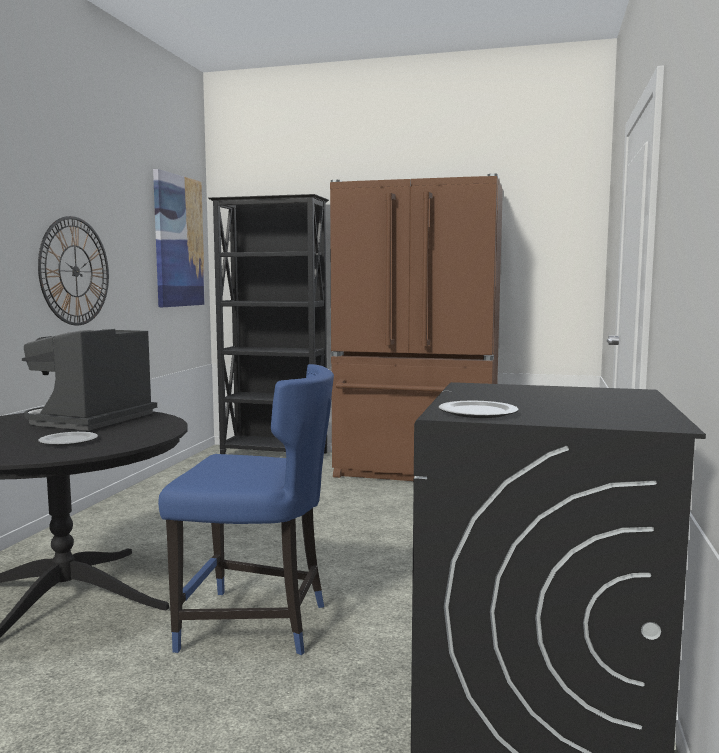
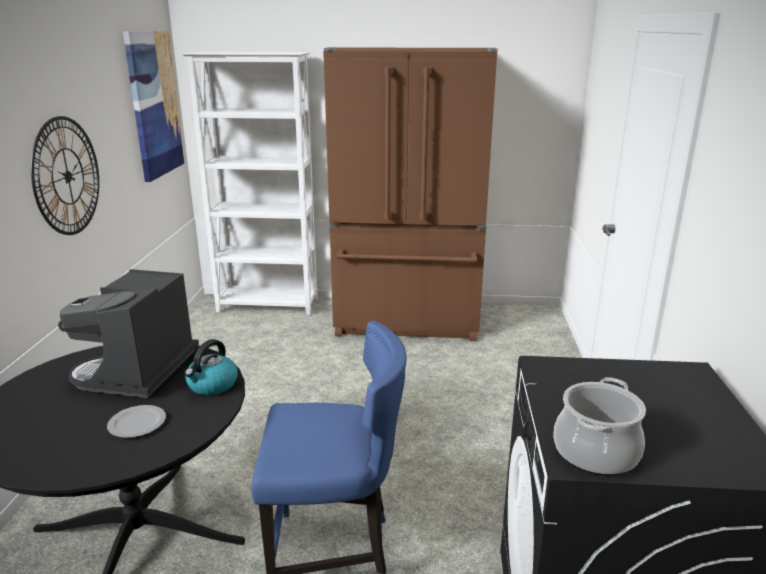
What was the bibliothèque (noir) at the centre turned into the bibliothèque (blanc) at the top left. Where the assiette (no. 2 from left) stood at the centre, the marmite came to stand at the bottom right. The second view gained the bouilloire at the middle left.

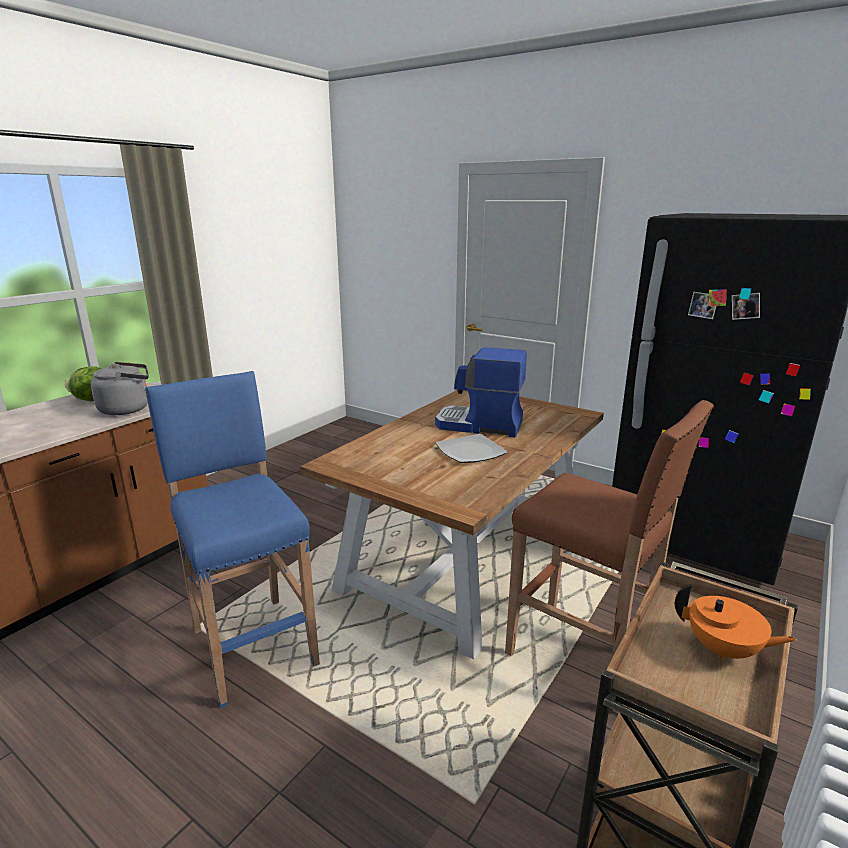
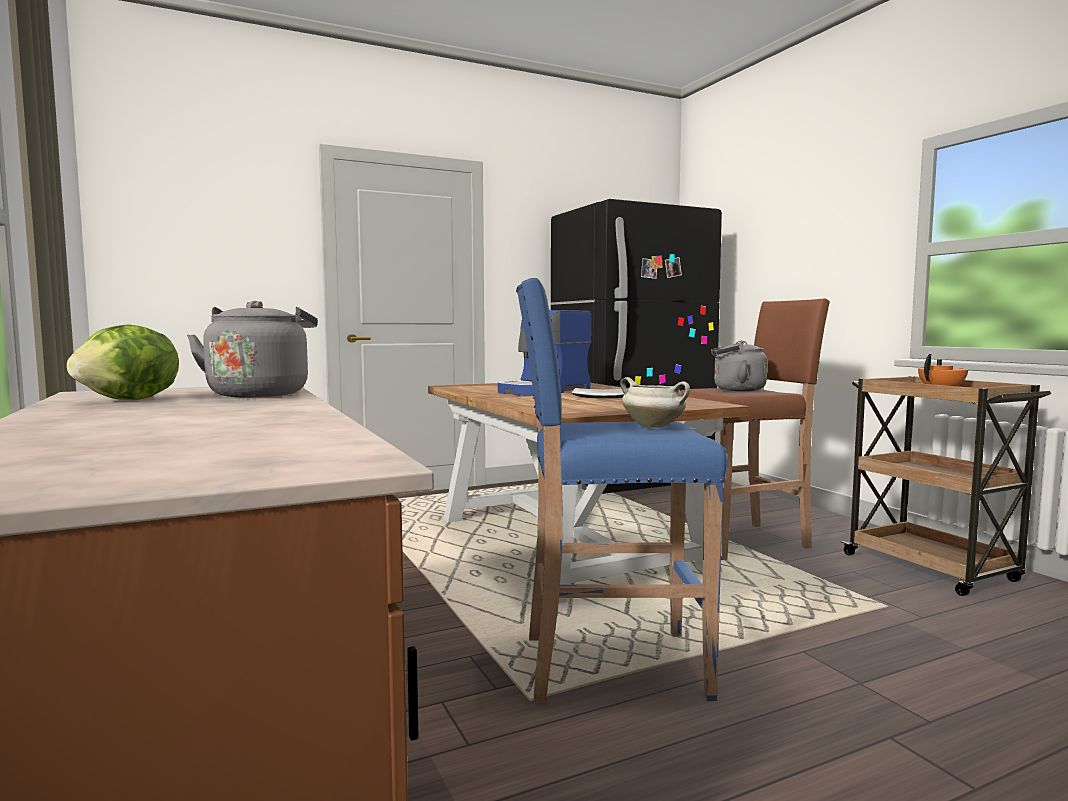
The second view gained the marmite (blanc) at the centre. The second view gained the bouilloire (gris) (no. 2 from left) at the middle right.

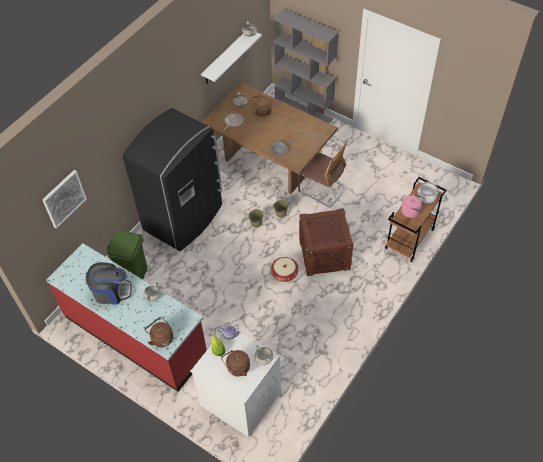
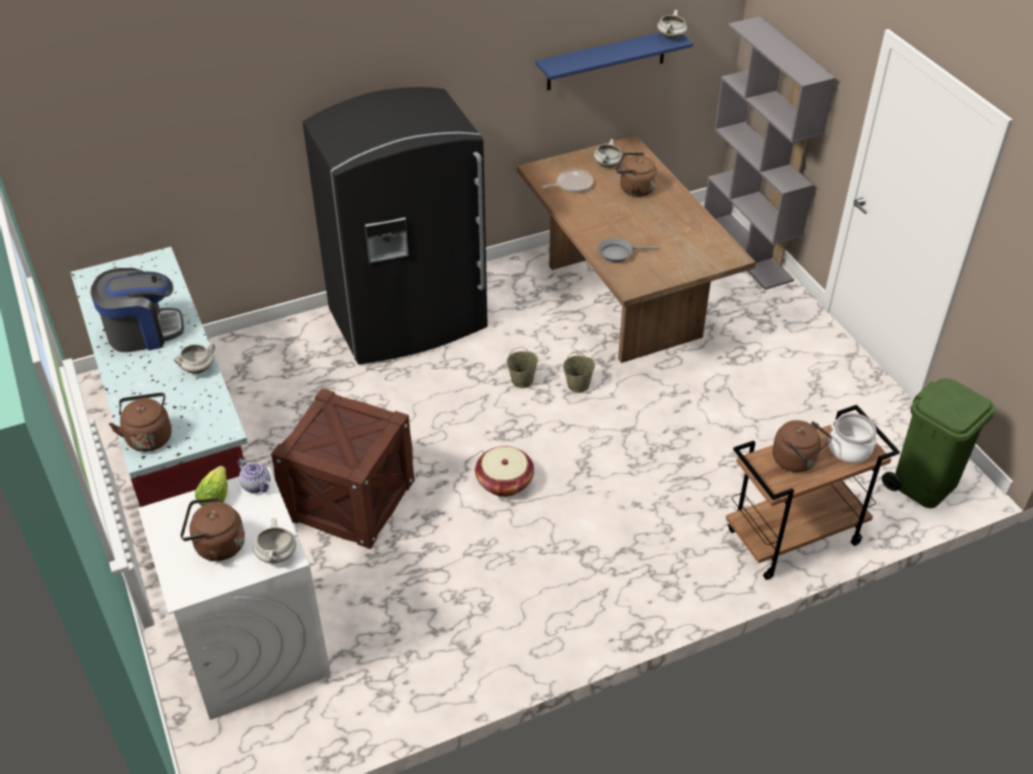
The second view lost the tableau at the middle left. The machine à café at the middle left ended up facing another way, 45 degrees counterclockwise from before. The poubelle (vert) ended up elsewhere, having gone from the middle left to the middle right. What was the étagère (blanc) at the top centre turned into the étagère (bleu) at the top centre. The second view lost the chaise at the centre. The caisse ended up elsewhere, having gone from the centre to the middle left. What was the bouilloire (rose) at the middle right turned into the bouilloire (marron) (no. 4 from left) at the middle right.

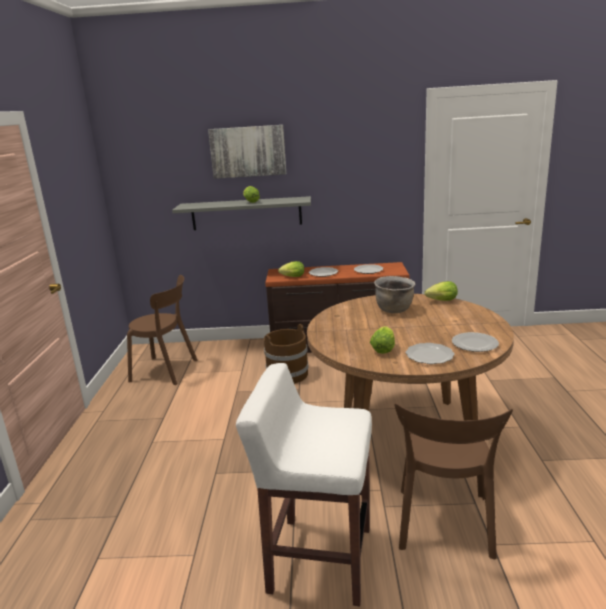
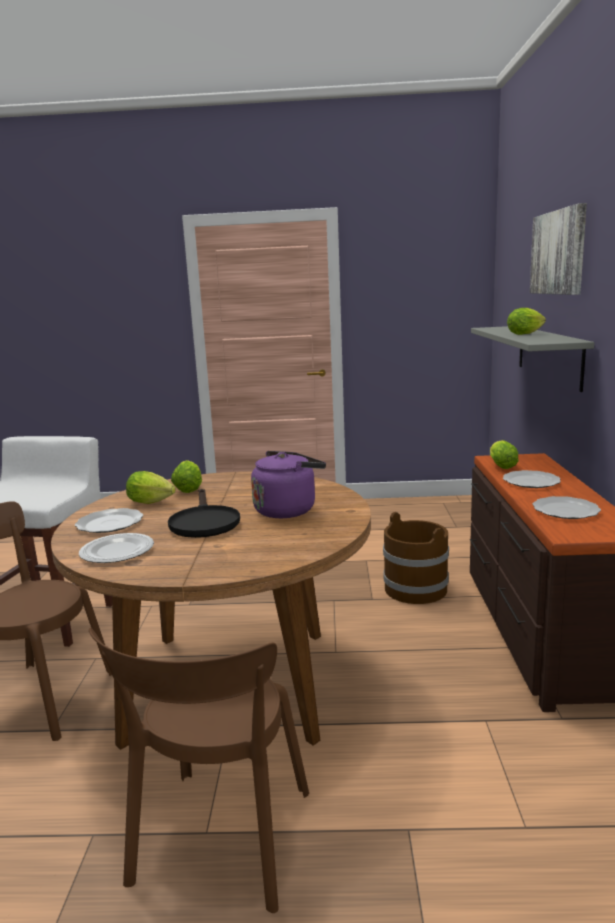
The chaise (marron) (no. 1 from left in the first image) ended up elsewhere, having gone from the middle left to the bottom left. Where the marmite (marron) stood at the centre, the bouilloire (violet) came to stand at the centre. The laitue (no. 4 from left in the first image) ended up elsewhere, having gone from the middle right to the middle left. The second view gained the poêle (noir) at the middle left.

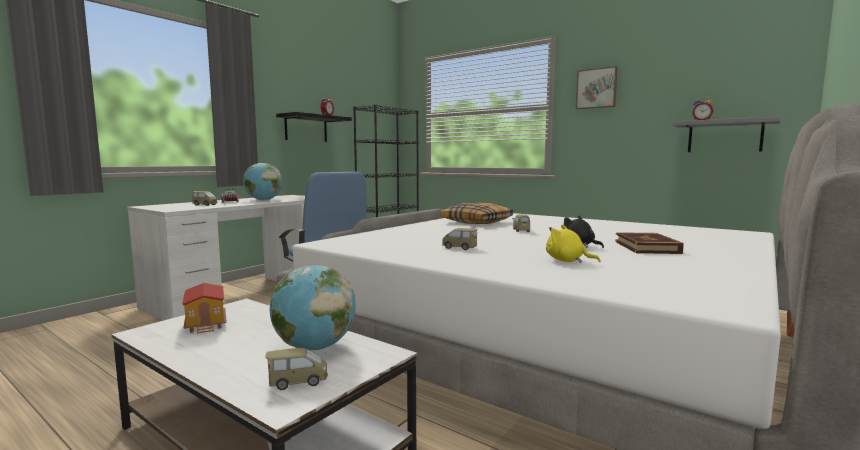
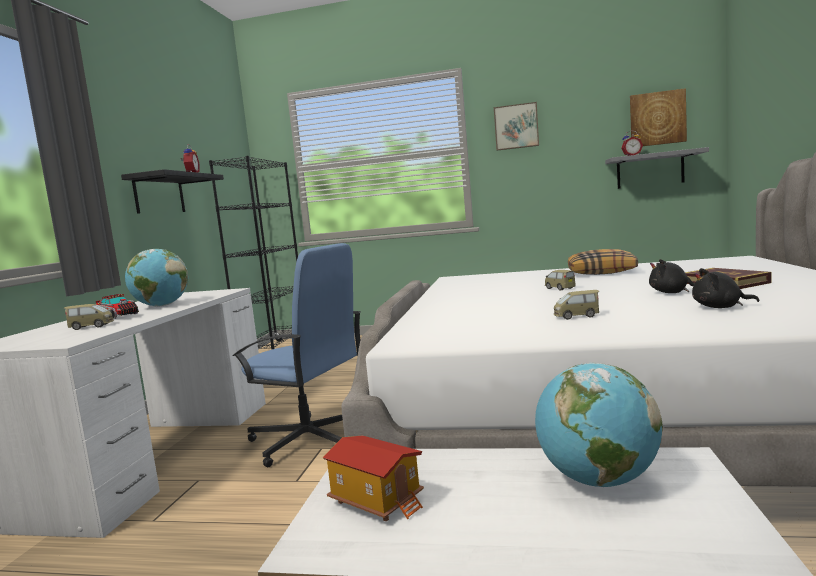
The second view lost the petite voiture (no. 2 from left) at the bottom centre. The coussin ended up elsewhere, having gone from the centre to the middle right. What was the peluche (jaune) at the centre turned into the peluche (noir) (no. 2 from left) at the middle right. The second view gained the tableau (no. 2 from left) at the top right.

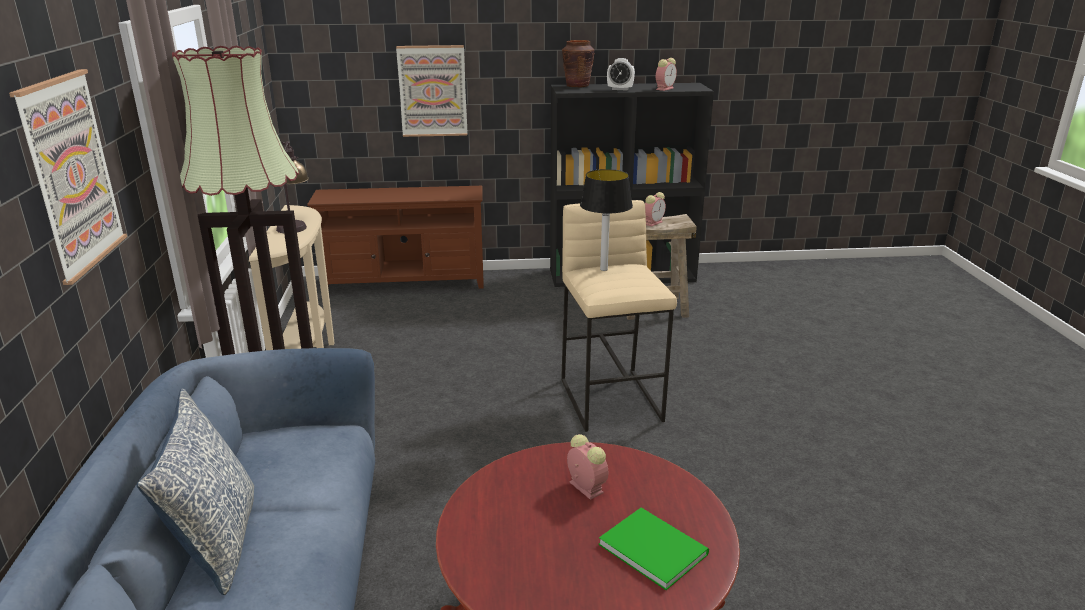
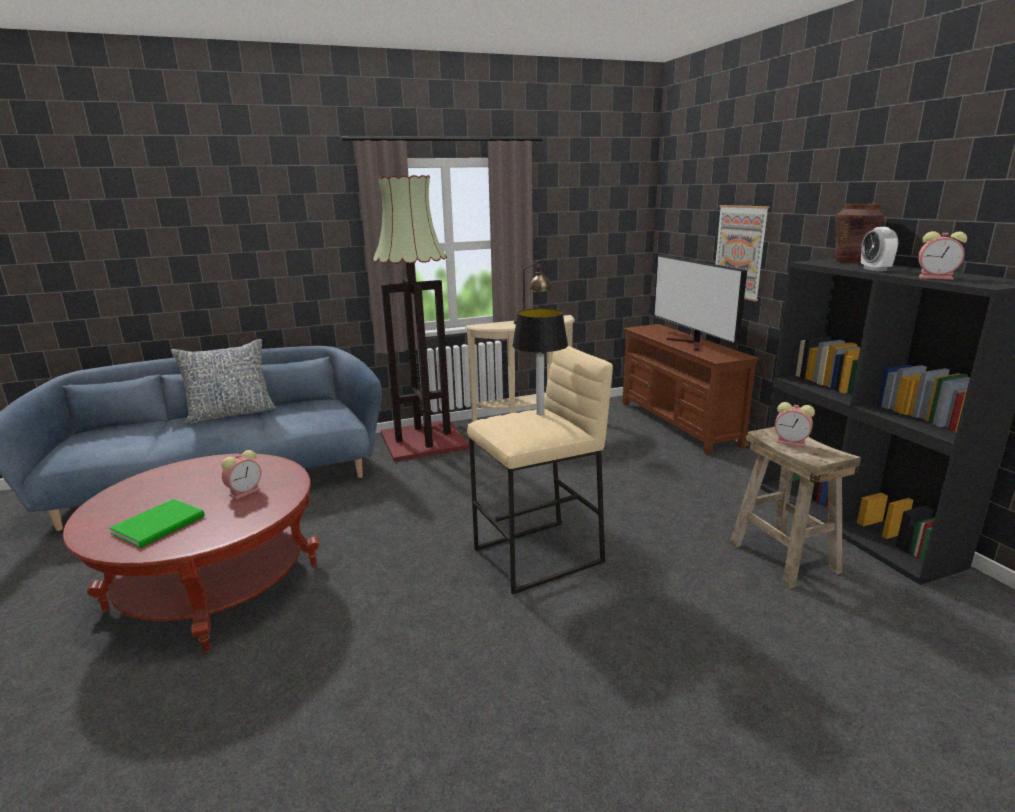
The second view lost the tableau (no. 1 from left) at the top left. The second view gained the téléviseur at the middle right.

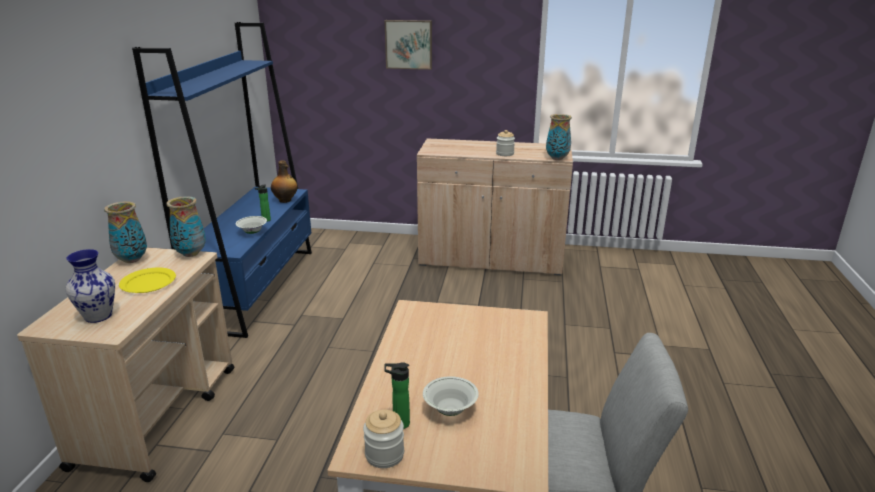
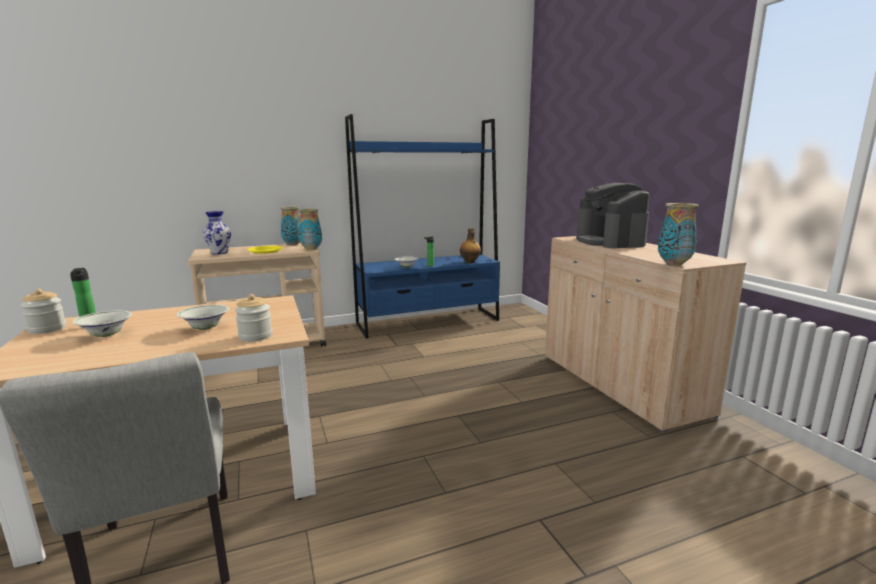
The second view lost the tableau at the top centre. The bocal (no. 2 from left) ended up elsewhere, having gone from the top centre to the middle left. The second view gained the bol (blanc) (no. 2 from left) at the middle left. The second view gained the machine à café at the middle right.

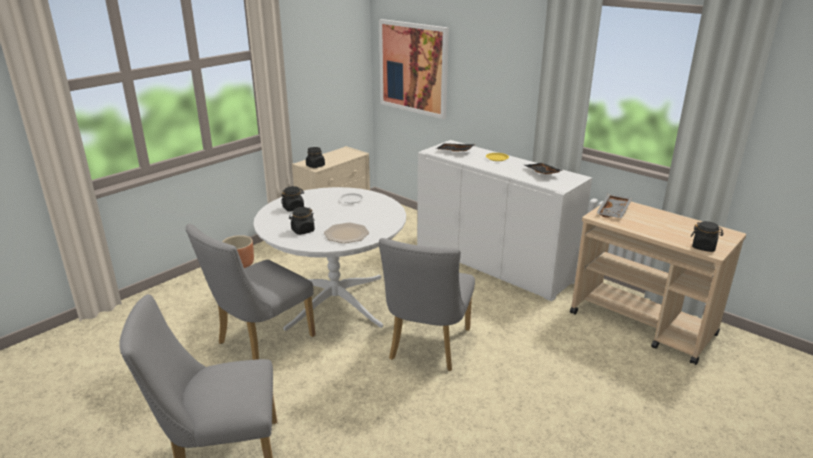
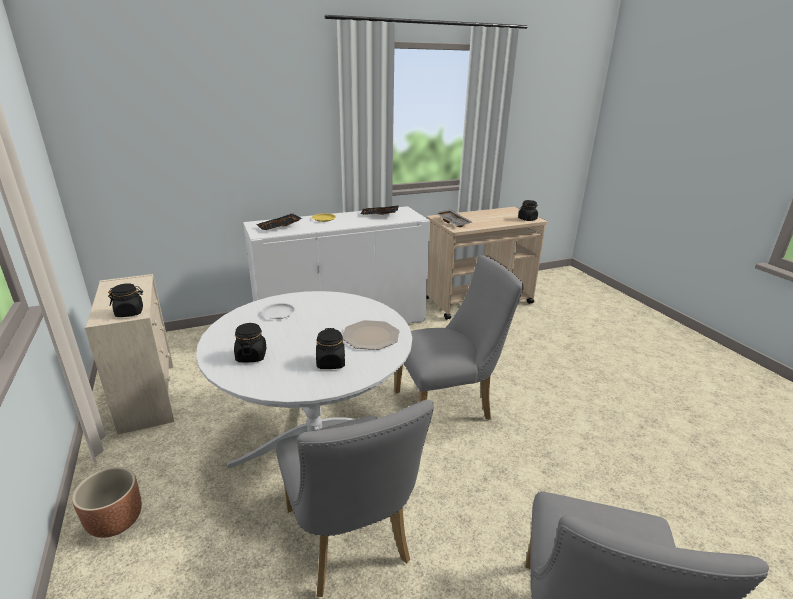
The second view lost the tableau at the top centre. The chaise (gris) (no. 3 from left in the first image) at the centre ended up facing another way, 60 degrees counterclockwise from before.

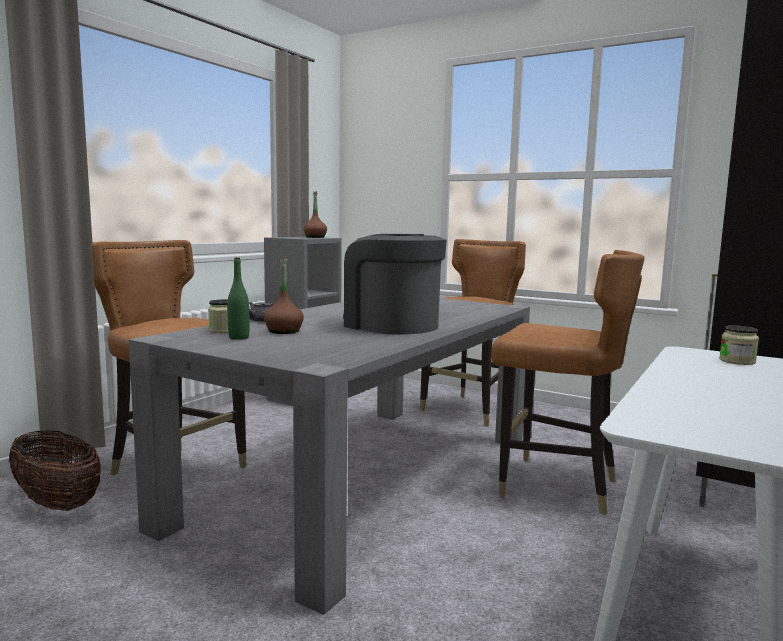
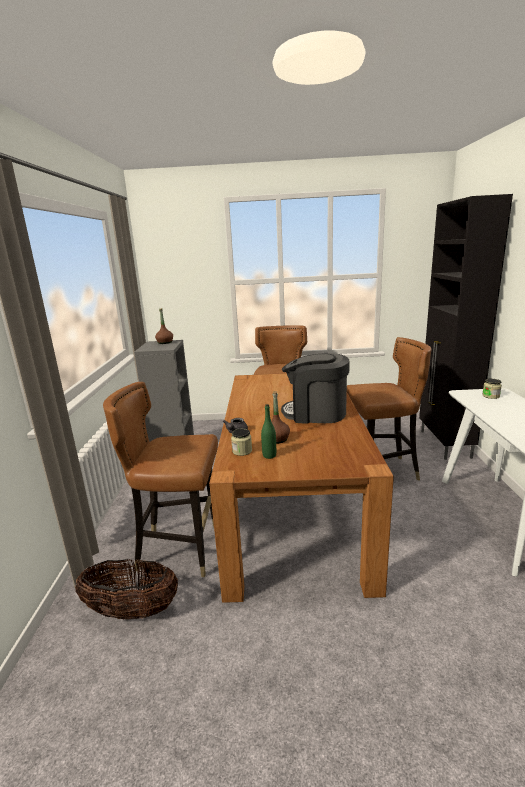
What was the table à manger (gris) at the bottom centre turned into the table à manger (marron) at the centre.

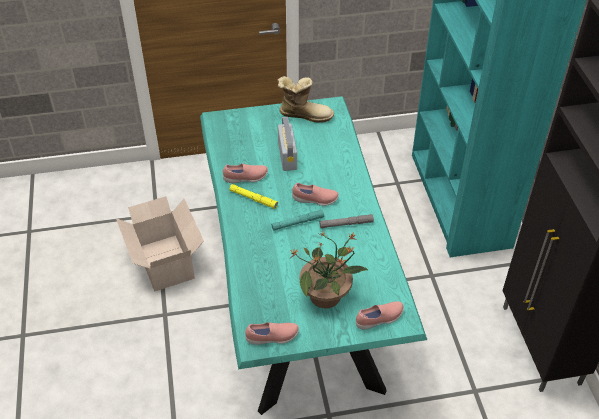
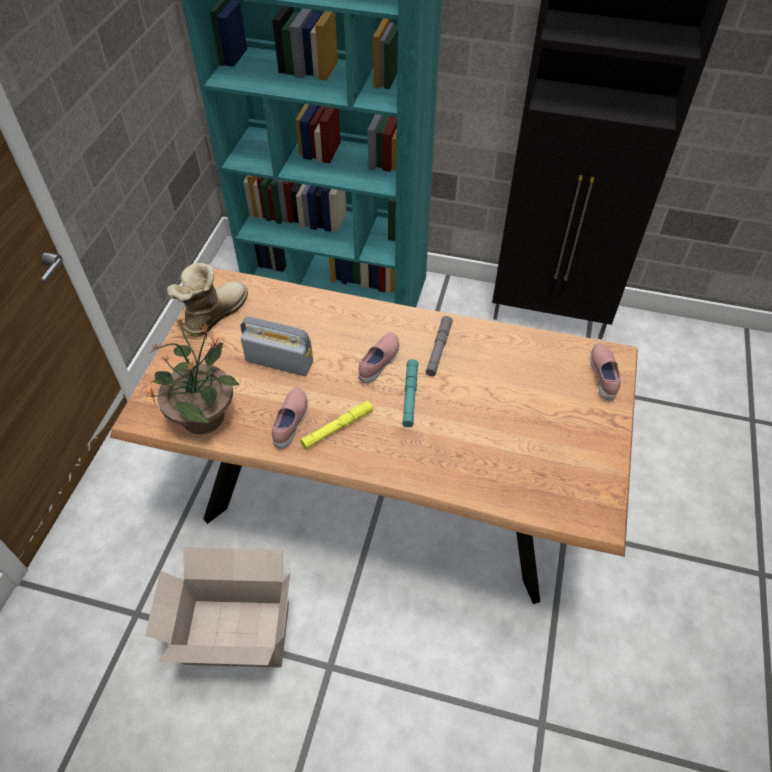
What was the table à manger (turquoise) at the centre turned into the table à manger (marron) at the centre. The second view lost the chaussure (rose) (no. 2 from left) at the bottom centre. The plante en pot ended up elsewhere, having gone from the centre to the middle left.

